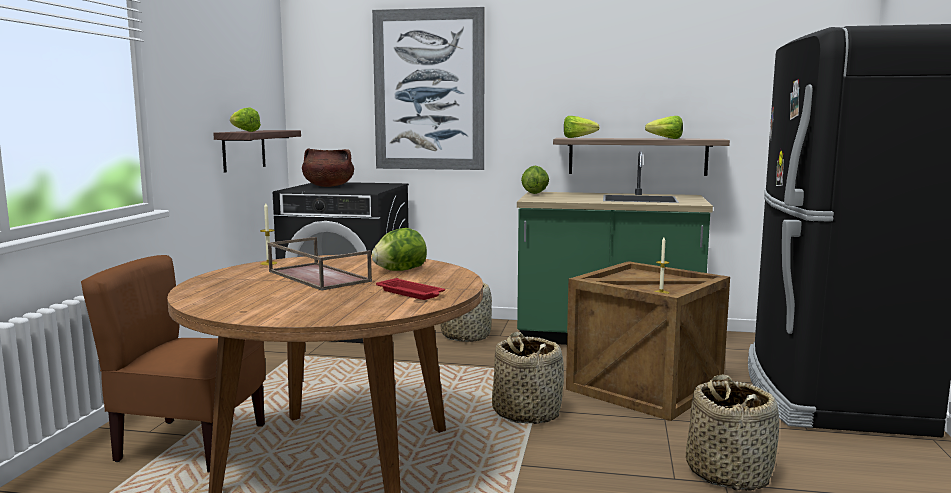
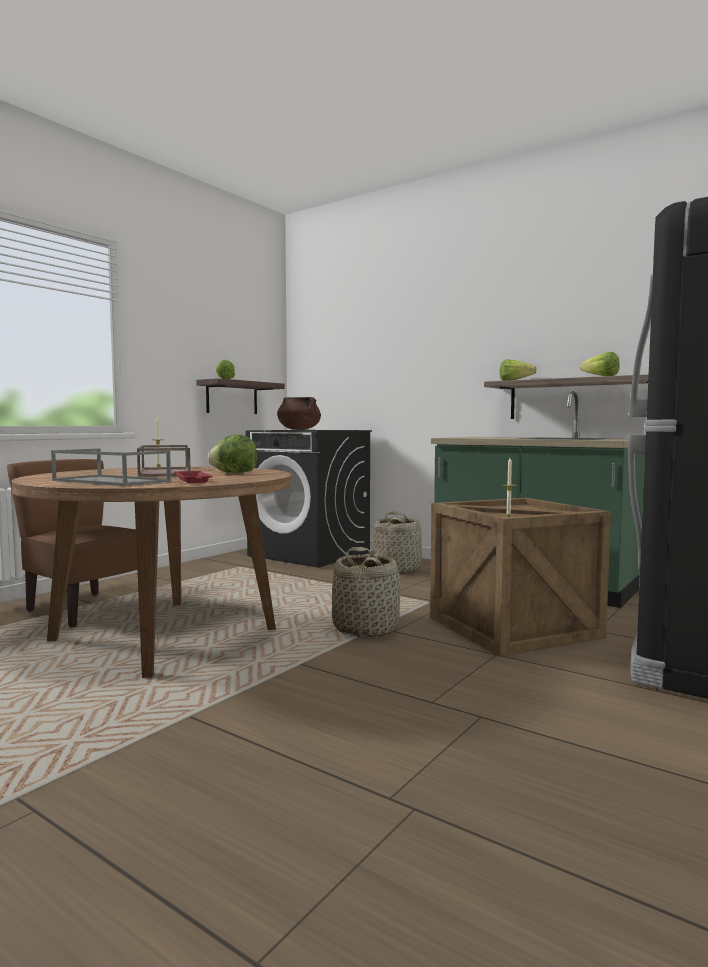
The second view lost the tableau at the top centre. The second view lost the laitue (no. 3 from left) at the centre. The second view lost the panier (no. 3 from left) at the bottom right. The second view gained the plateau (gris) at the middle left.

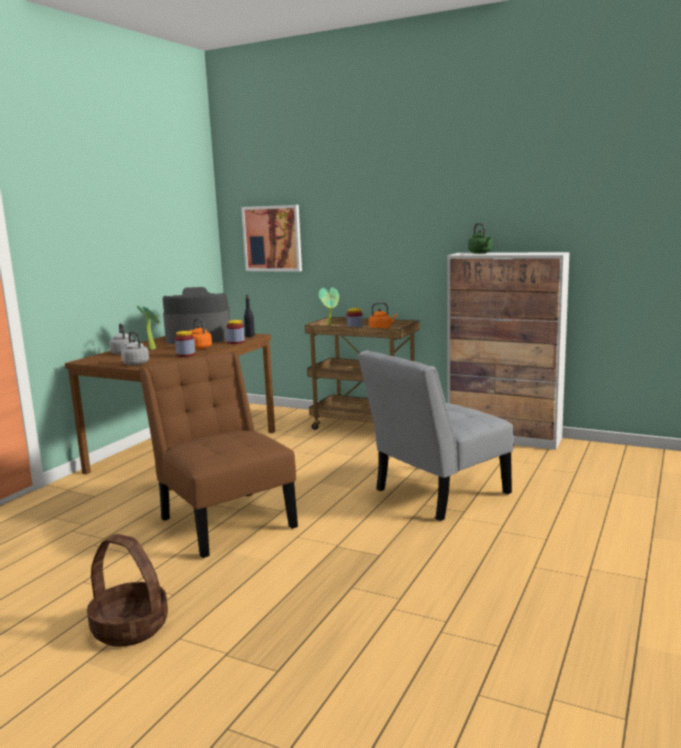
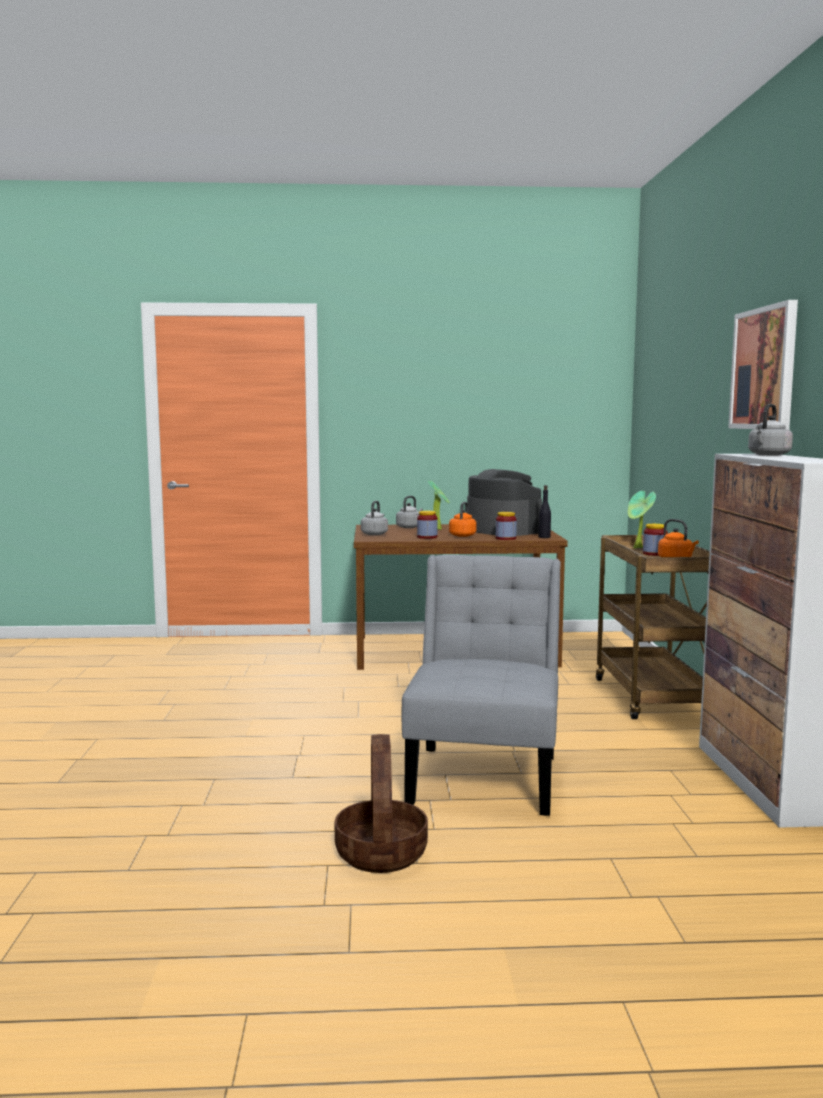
The panier ended up elsewhere, having gone from the bottom left to the bottom centre. The second view lost the chaise (marron) at the middle left. The tableau ended up elsewhere, having gone from the top centre to the top right. The chaise (gris) at the centre ended up facing another way, 75 degrees clockwise from before. What was the bouilloire (vert) at the top right turned into the bouilloire (gris) (no. 3 from left) at the middle right.

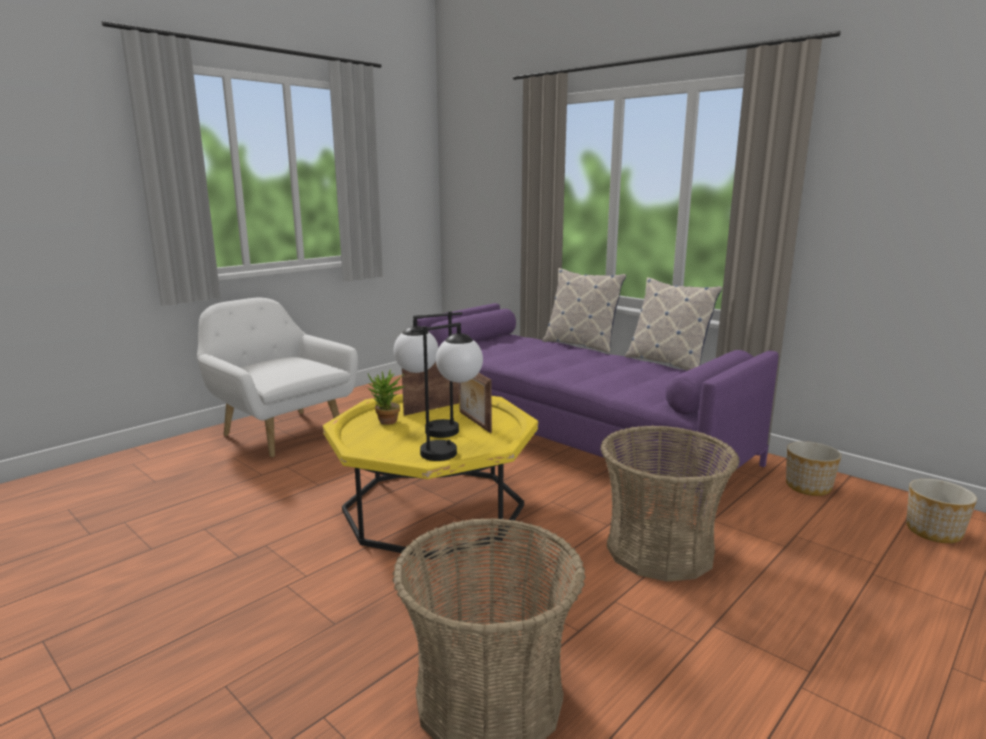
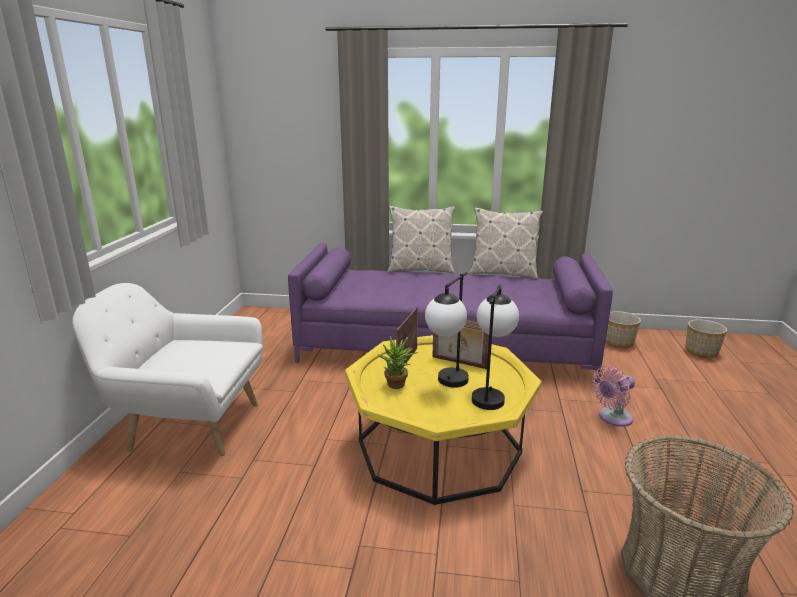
Where the panier (no. 2 from left) stood at the bottom right, the ventilateur (rose) came to stand at the middle right.

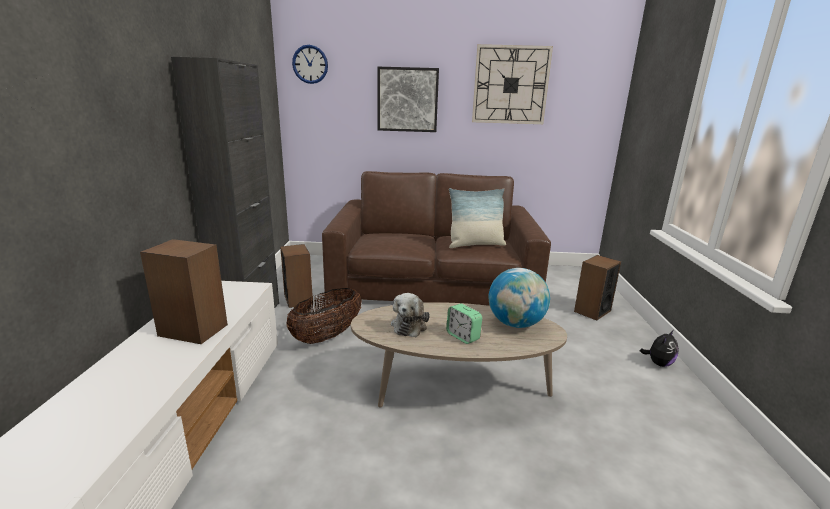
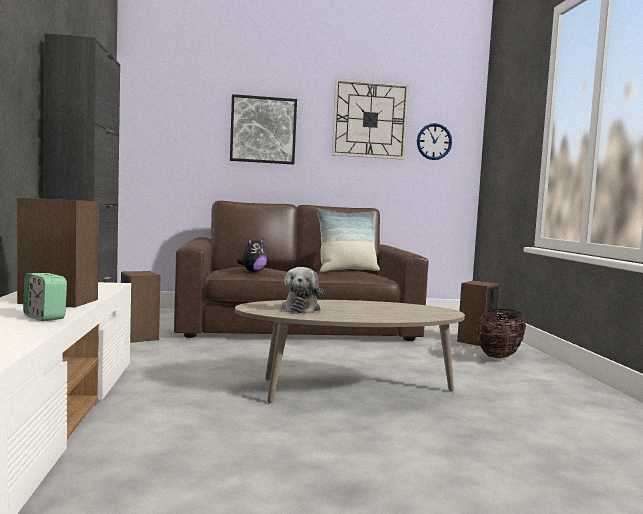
The panier ended up elsewhere, having gone from the centre to the middle right. The horloge murale (no. 1 from left in the first image) ended up elsewhere, having gone from the top centre to the top right. The réveil ended up elsewhere, having gone from the centre to the middle left. The second view lost the globe at the centre. The peluche (no. 2 from left in the first image) ended up elsewhere, having gone from the bottom right to the centre.

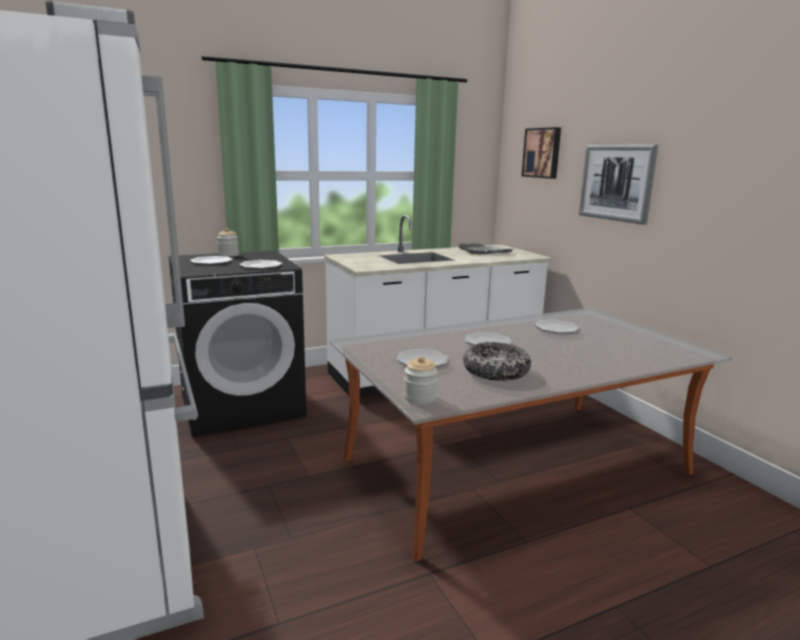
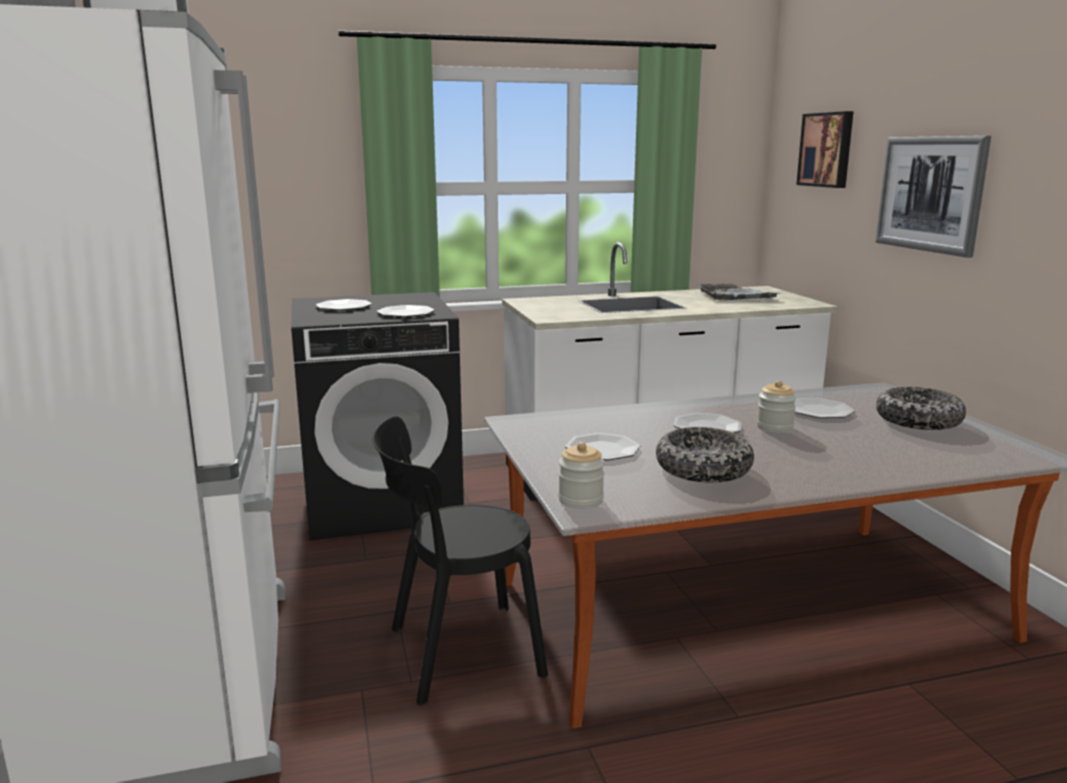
The bocal (no. 1 from left in the first image) ended up elsewhere, having gone from the middle left to the middle right. The second view gained the chaise (noir) at the bottom centre. The second view gained the bol (no. 2 from left) at the middle right.

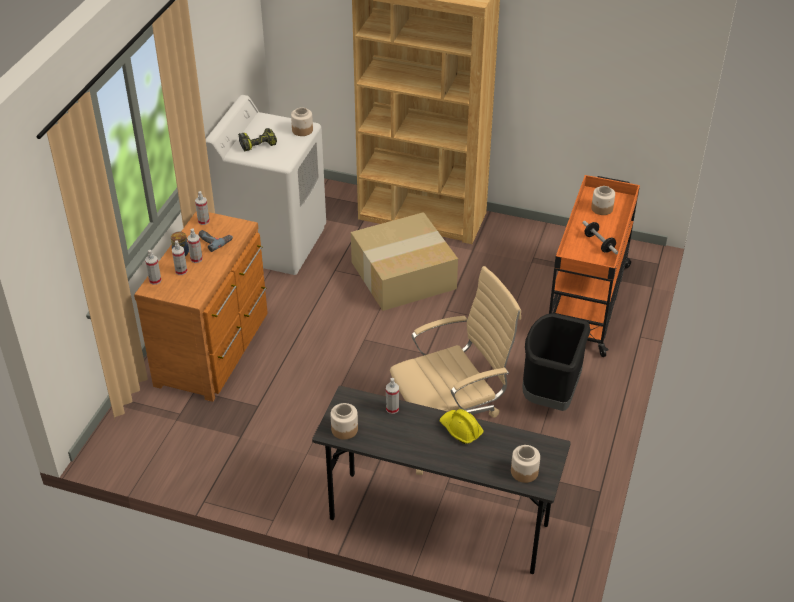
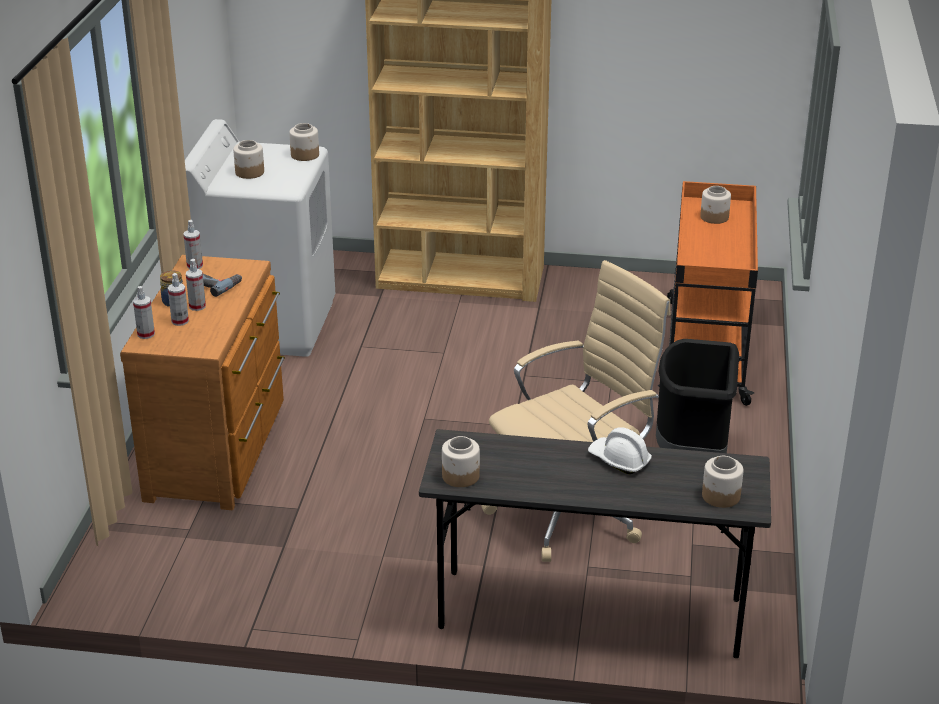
Where the perceuse (no. 2 from left) stood at the top left, the bocal (no. 2 from left) came to stand at the top left. The second view lost the carton at the centre. The second view lost the vaporisateur (no. 5 from left) at the centre. What was the casque de chantier (jaune) at the bottom centre turned into the casque de chantier (blanc) at the centre. The second view lost the haltère at the middle right.

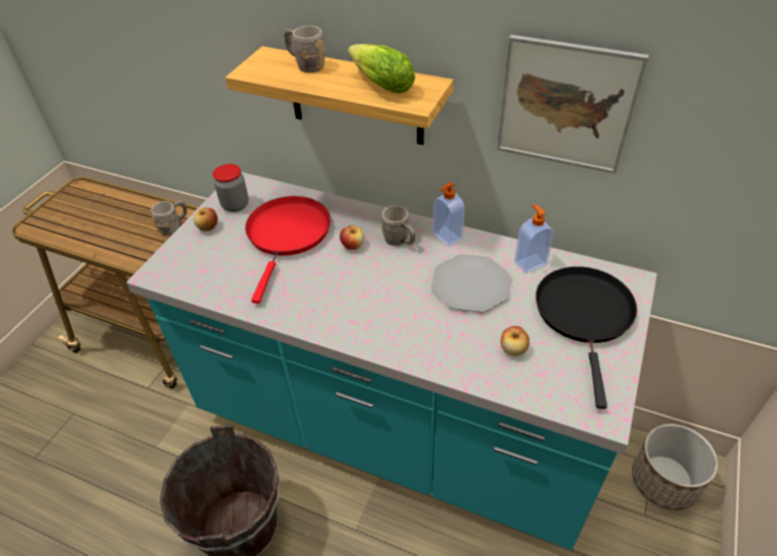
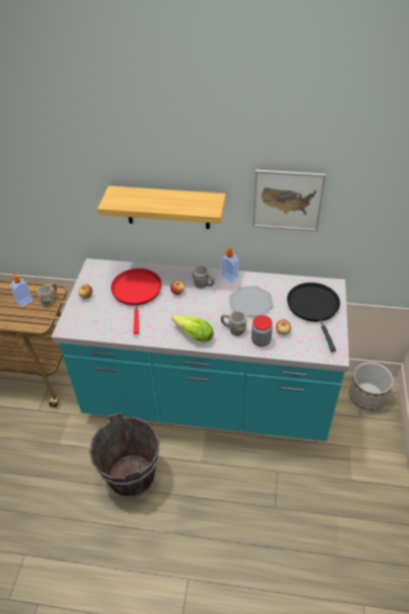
The bocal ended up elsewhere, having gone from the middle left to the centre. The mug (gris) (no. 2 from left in the first image) ended up elsewhere, having gone from the top centre to the centre. The laitue ended up elsewhere, having gone from the top centre to the centre. The distributeur de savon (no. 2 from left in the first image) ended up elsewhere, having gone from the middle right to the middle left.

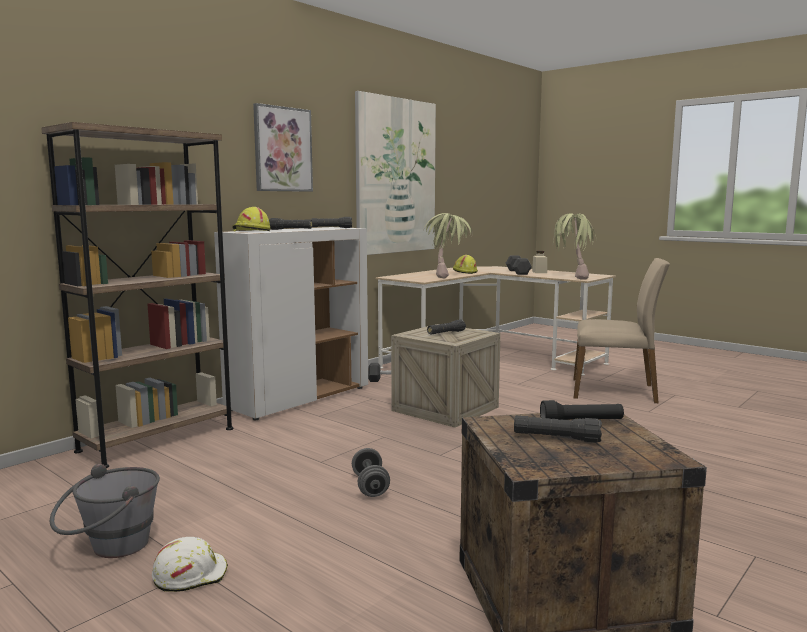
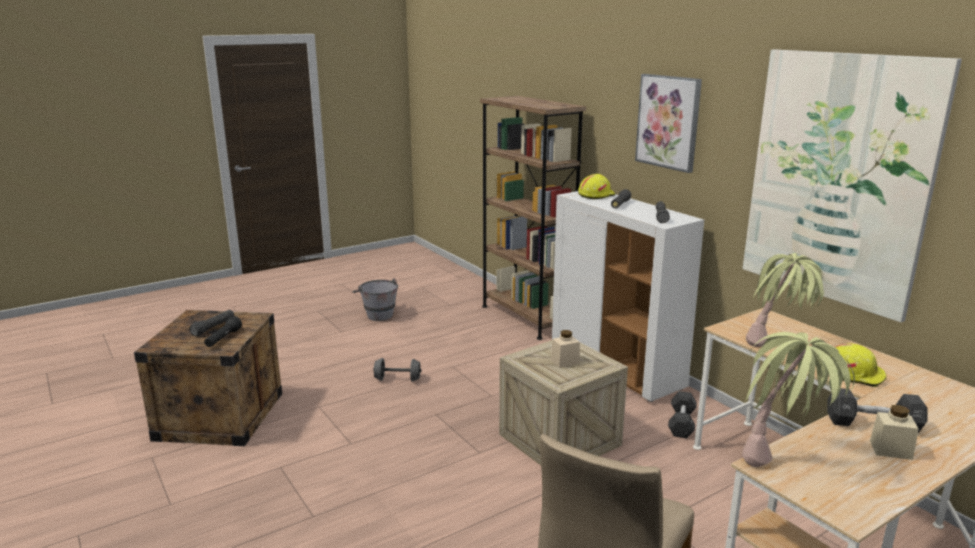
The second view lost the casque de chantier (blanc) at the bottom left. Where the lampe de poche (noir) (no. 3 from left) stood at the centre, the bocal (beige) (no. 1 from left) came to stand at the centre.

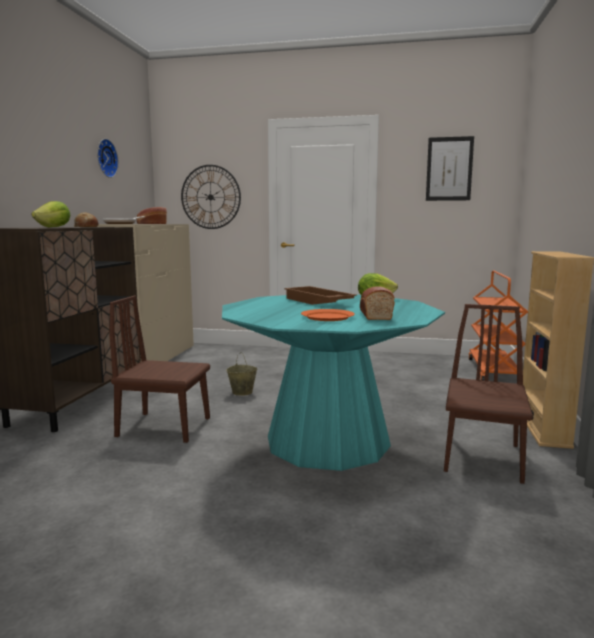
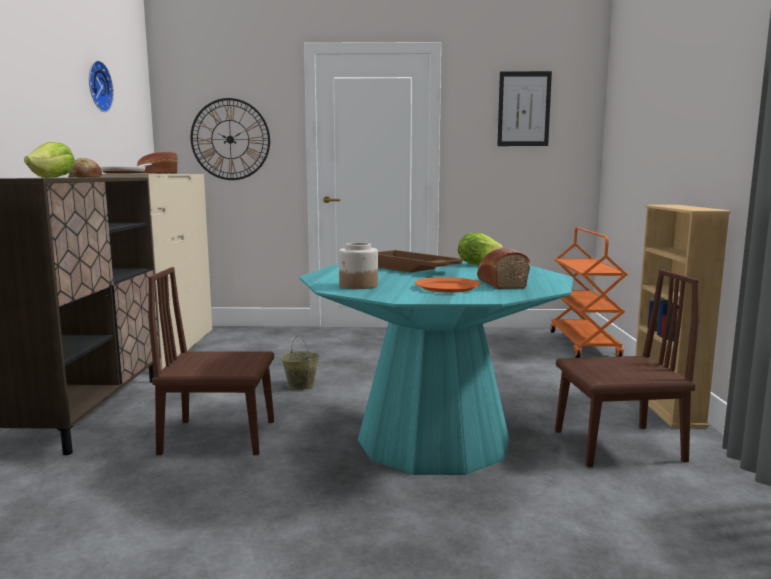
The chaise (marron) (no. 2 from left) at the middle right ended up facing another way, 75 degrees clockwise from before. The second view gained the bocal at the centre.

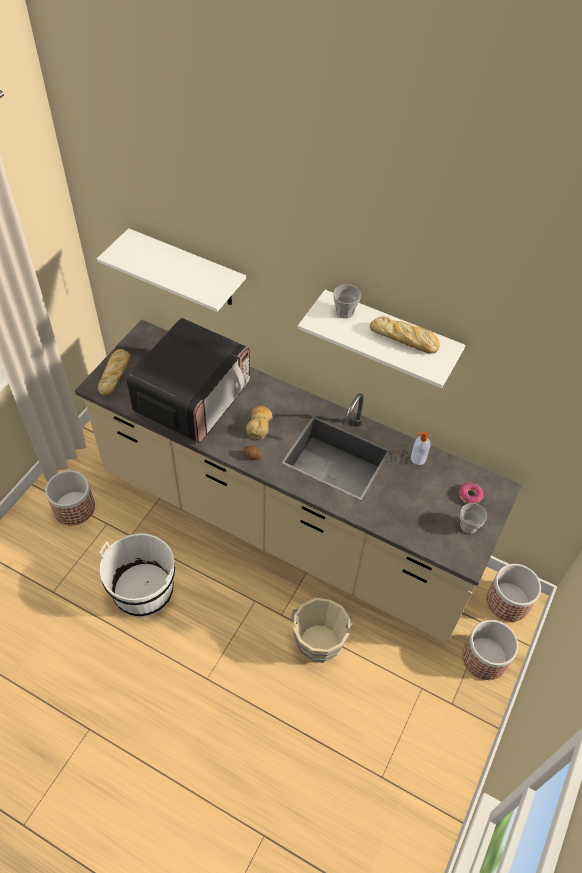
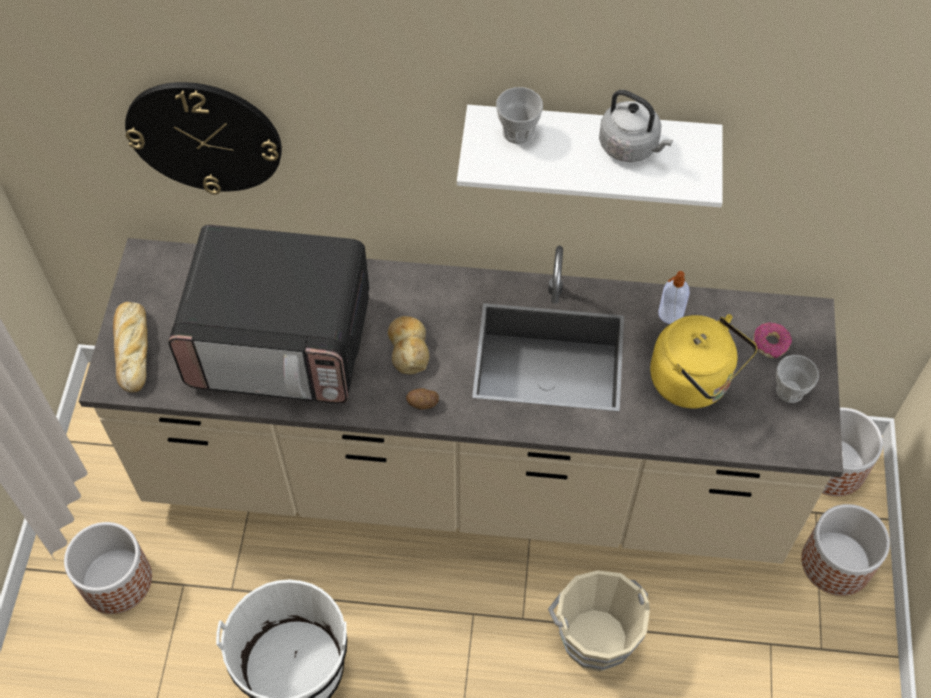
Where the étagère (blanc) (no. 1 from left) hung at the top left, the horloge murale came to hang at the top left. The micro-ondes at the middle left ended up facing another way, 90 degrees clockwise from before. Where the pain (no. 3 from left) stood at the middle right, the bouilloire (gris) came to stand at the top right. The second view gained the bouilloire (jaune) at the middle right.

